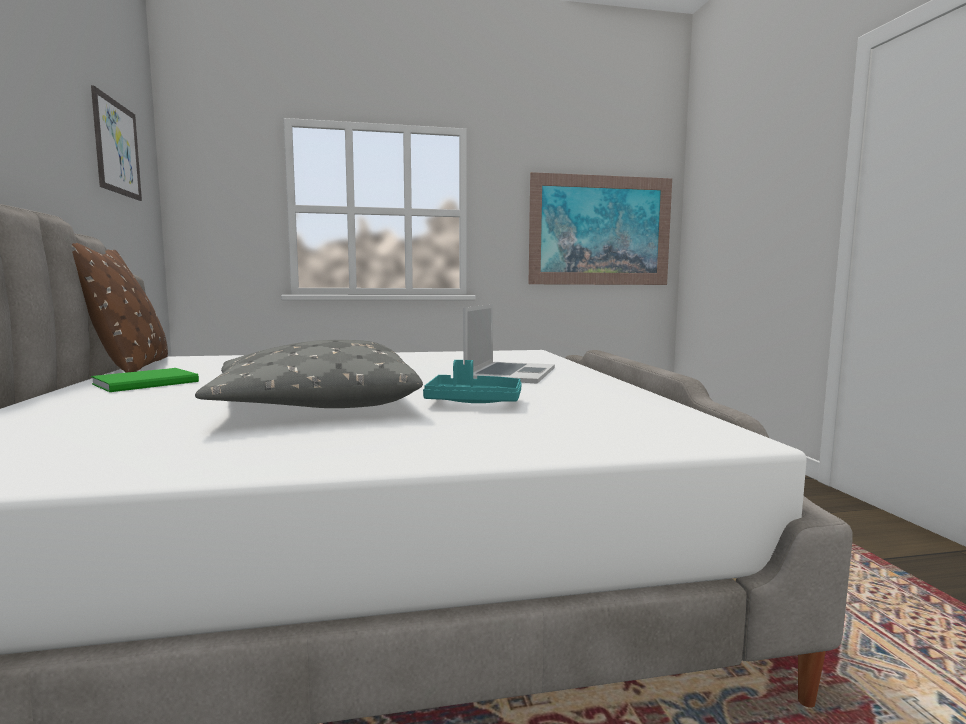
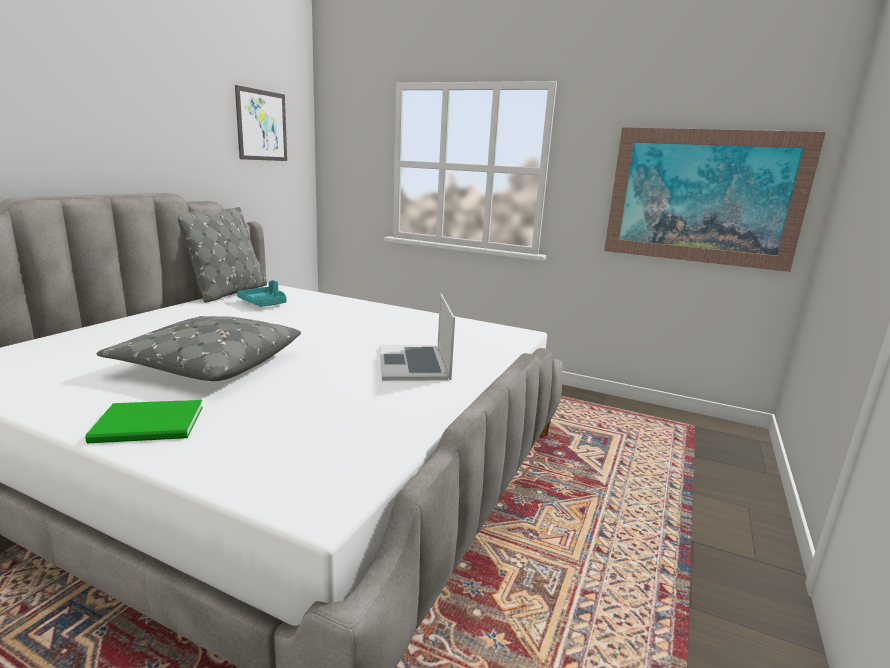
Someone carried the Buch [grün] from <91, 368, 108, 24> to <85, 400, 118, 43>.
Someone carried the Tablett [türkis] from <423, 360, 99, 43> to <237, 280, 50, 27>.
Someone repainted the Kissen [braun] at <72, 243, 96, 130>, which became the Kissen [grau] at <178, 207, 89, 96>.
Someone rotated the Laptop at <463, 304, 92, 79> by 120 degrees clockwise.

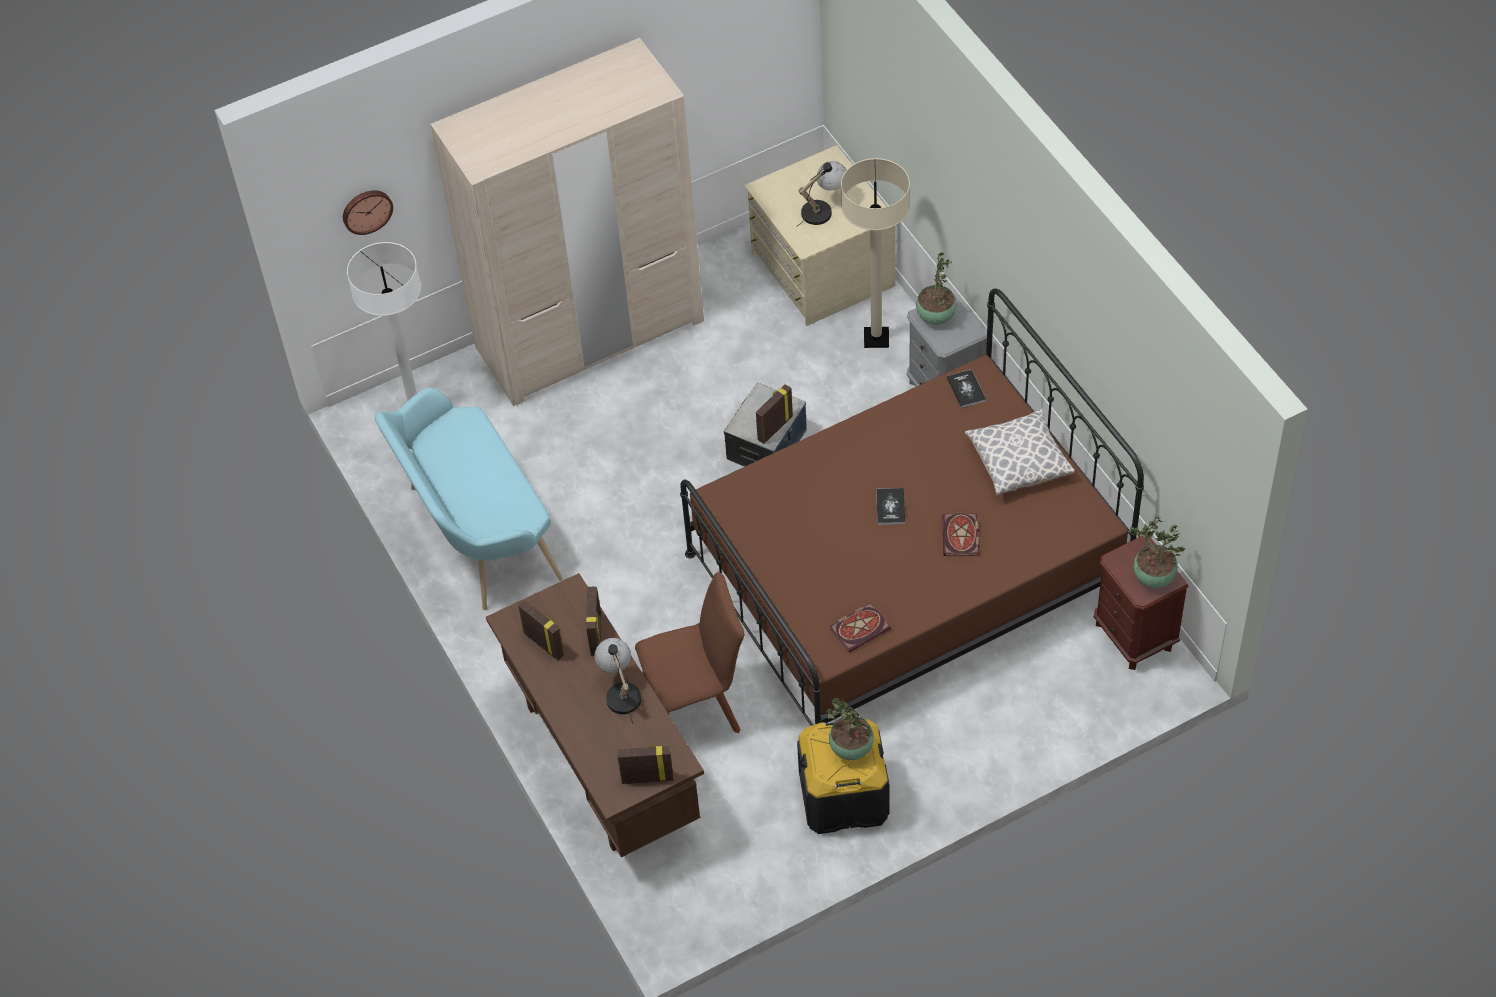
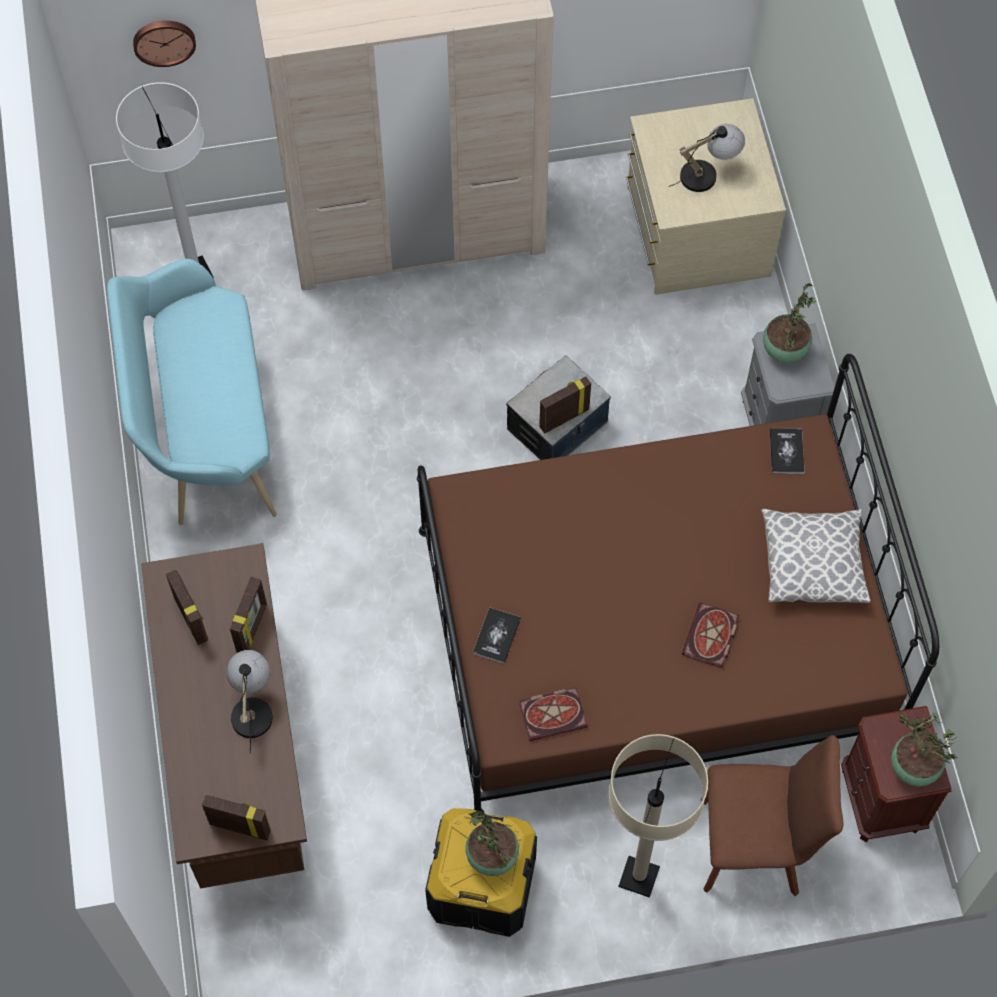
Someone carried the Stuhl [braun] from <635, 572, 109, 162> to <701, 735, 142, 161>.
Someone carried the Stehlampe [beige] from <841, 158, 69, 190> to <609, 734, 99, 164>.
Someone carried the Buch from <876, 488, 29, 37> to <473, 607, 48, 57>.

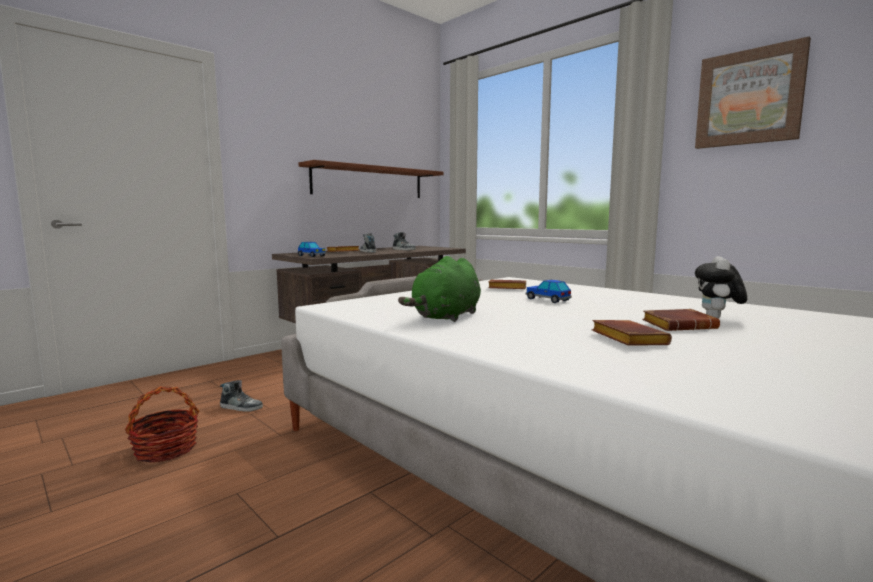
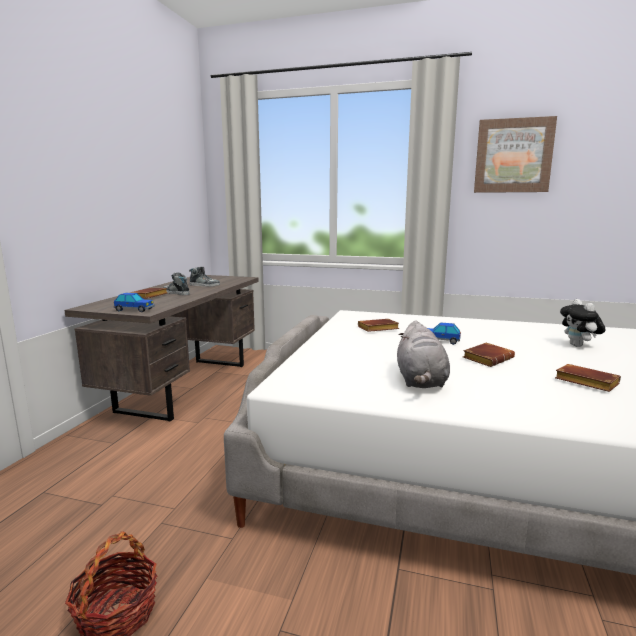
Someone took away the Schuh at <220, 380, 43, 31>.
Someone took away the Wandregal at <299, 160, 144, 38>.
Someone carried the Buch [braun] from <642, 309, 78, 22> to <463, 343, 52, 24>.
Someone repainted the Plüschtier [grün] at <398, 256, 83, 66>, which became the Plüschtier [grau] at <397, 320, 53, 68>.

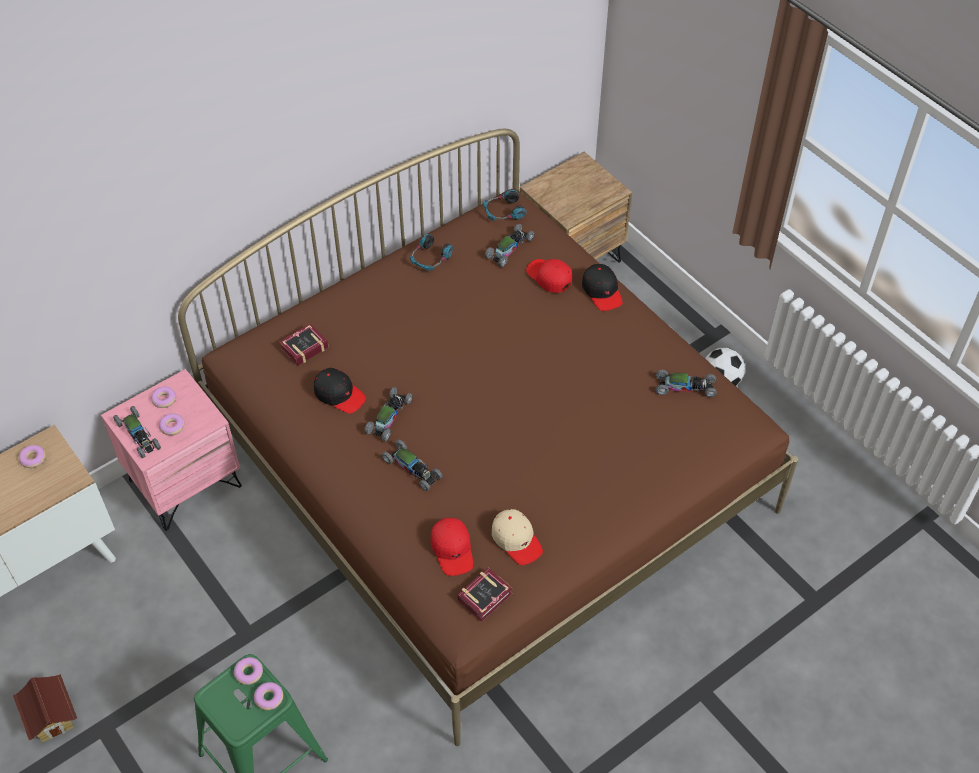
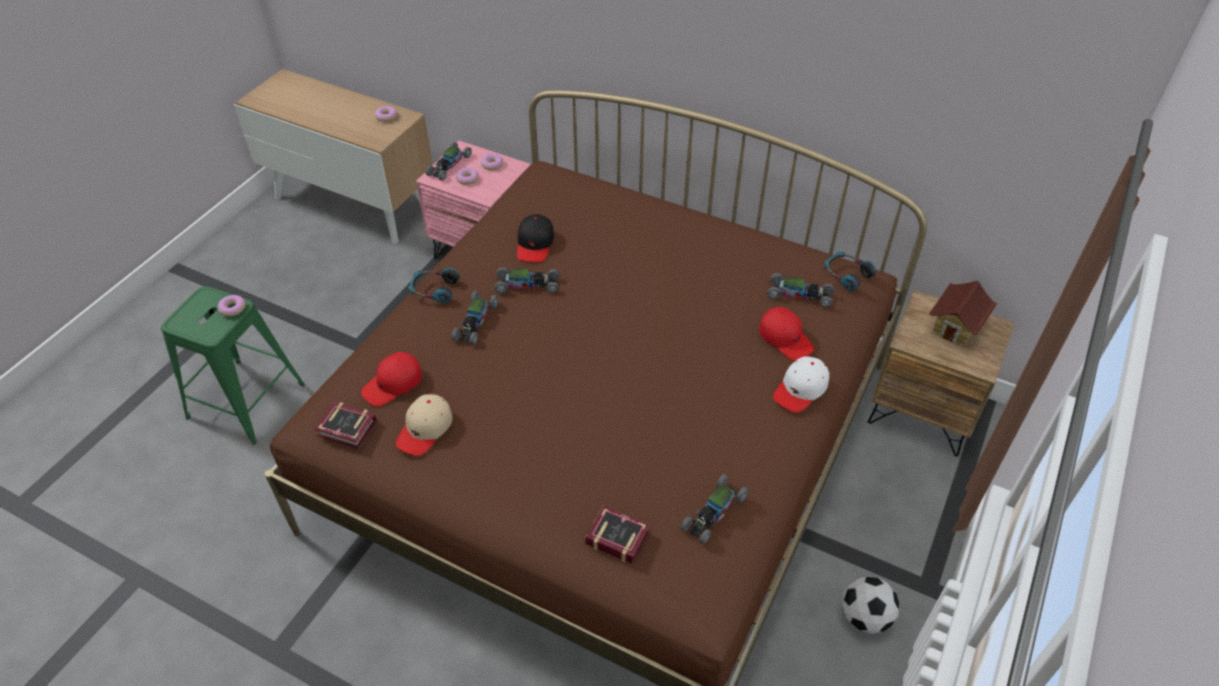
Someone took away the Donut at <254, 682, 29, 28>.
Someone carried the Spielzeughaus from <13, 674, 64, 68> to <929, 281, 68, 66>.
Someone carried the Buch from <279, 323, 49, 43> to <585, 506, 65, 58>.
Someone carried the Kopfhörer from <410, 234, 43, 37> to <408, 268, 52, 35>.
Someone repainted the Kappe [schwarz] at <582, 264, 41, 47>, which became the Kappe [weiß] at <773, 356, 56, 57>.
Someone rotated the Kappe [rot] at <526, 259, 46, 34> by 120 degrees clockwise.
Someone rotated the Spielzeugauto at <656, 370, 61, 27> by 60 degrees clockwise.

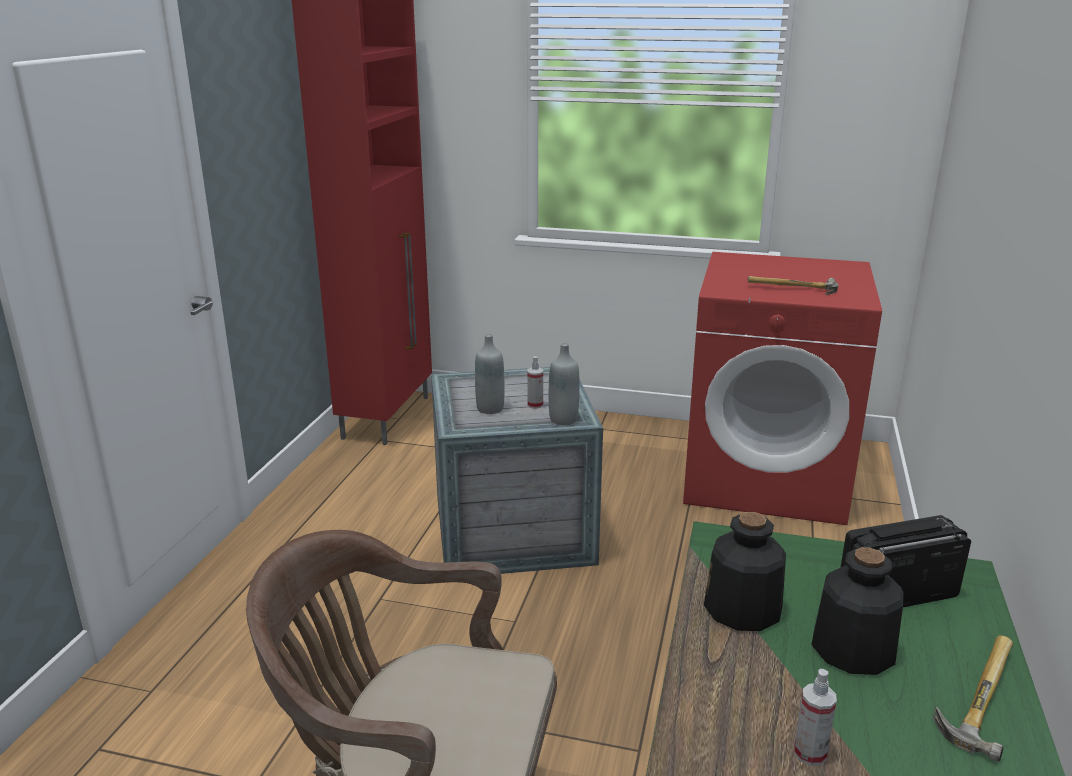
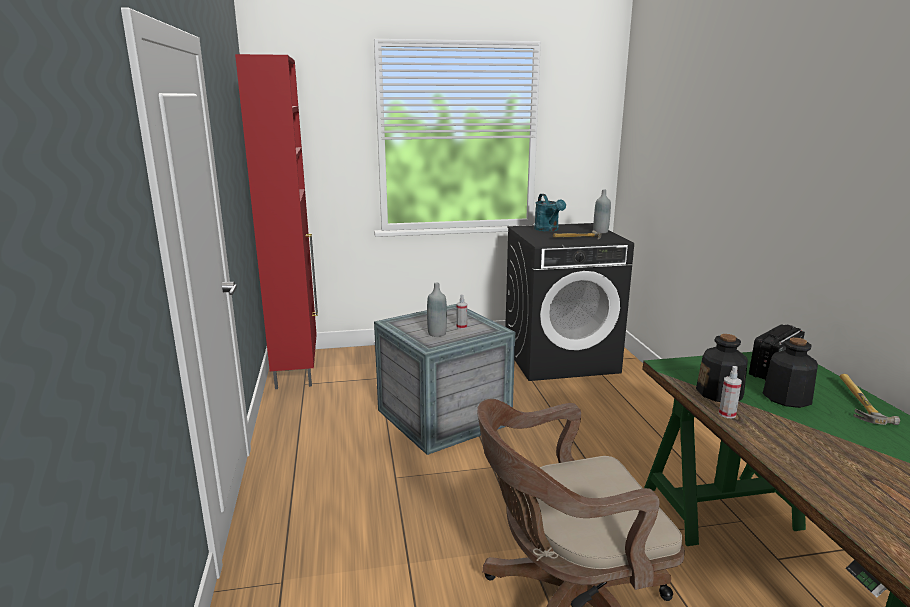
Someone put down the Gießkanne [türkis] at <534, 194, 32, 38>.
Someone carried the Flasche [grau] from <549, 343, 31, 82> to <593, 189, 18, 44>.
Someone carried the Sprühflasche from <794, 669, 43, 97> to <719, 366, 23, 52>.
Someone repainted the Waschmaschine [rot] at <683, 252, 199, 273>, which became the Waschmaschine [schwarz] at <505, 223, 129, 158>.

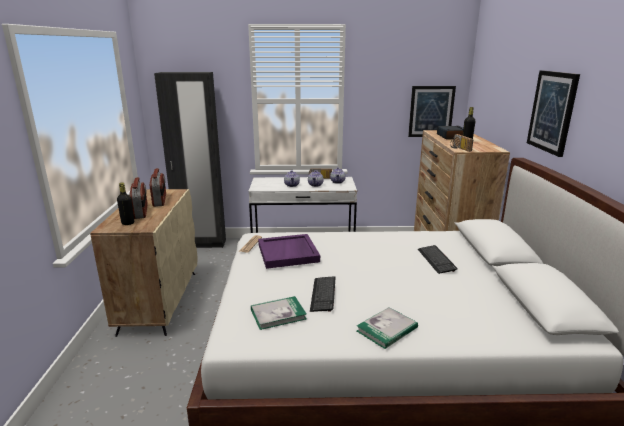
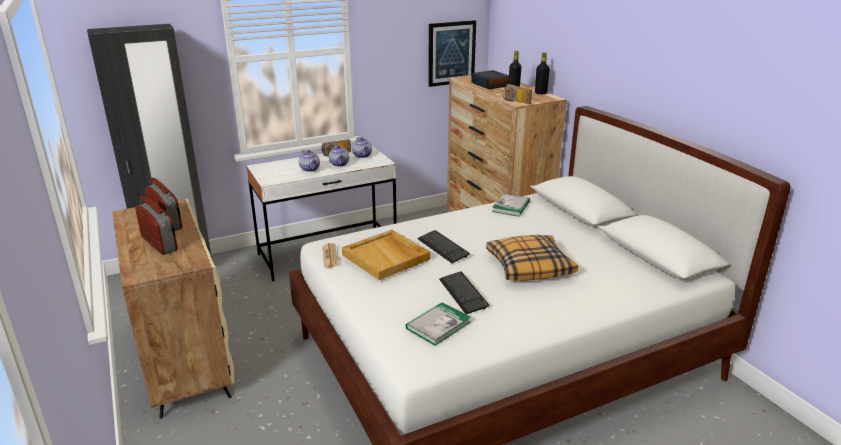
Someone took away the Bild at <527, 70, 53, 87>.
Someone put down the Kissen at <486, 235, 92, 46>.
Someone carried the Flasche [schwarz] from <117, 183, 17, 42> to <535, 52, 15, 42>.
Someone carried the Buch from <357, 307, 61, 42> to <492, 193, 38, 23>.
Someone carried the Tastatur from <418, 245, 40, 29> to <417, 230, 53, 33>.
Someone repainted the Tablett [lila] at <258, 234, 62, 35>, which became the Tablett [beige] at <342, 230, 88, 50>.

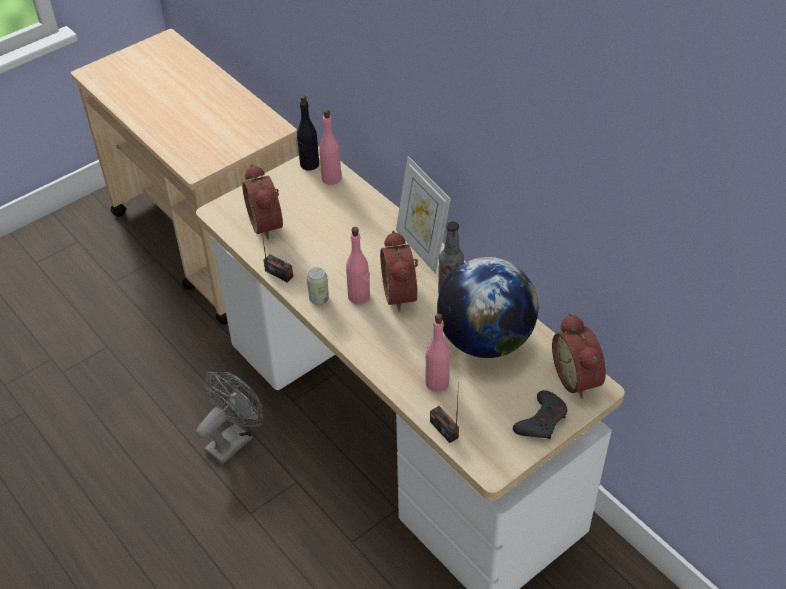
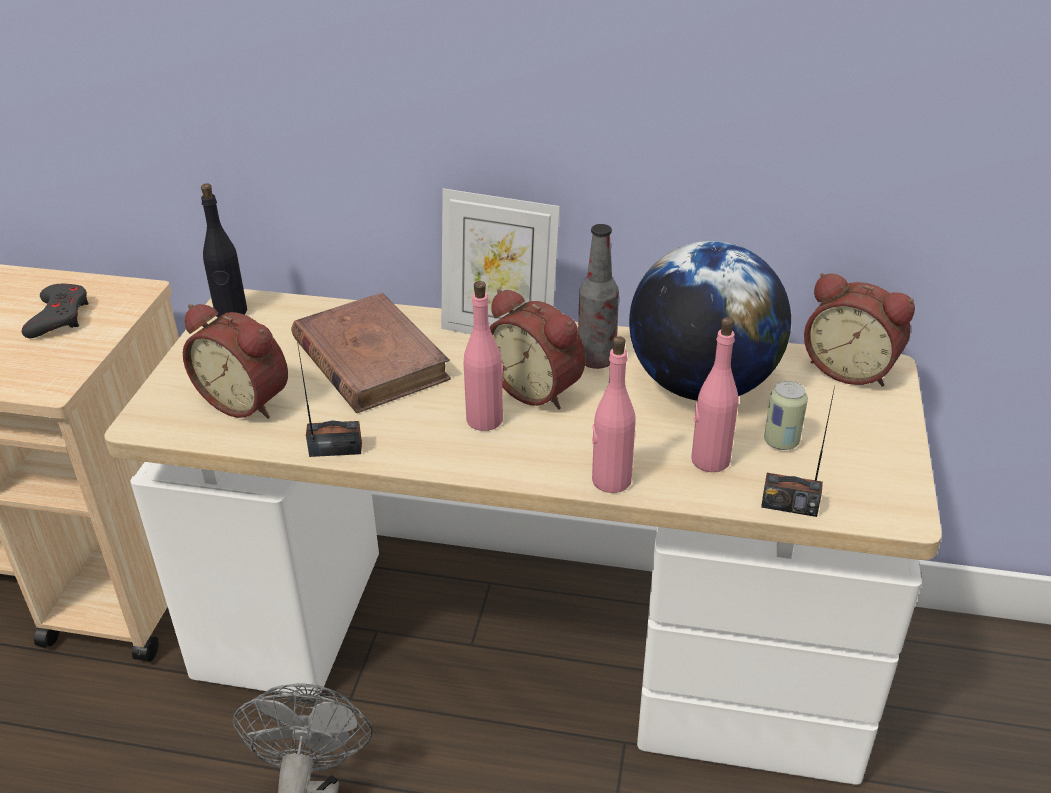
Someone put down the Buch [braun] at <292, 293, 159, 120>.
Someone carried the Dose from <307, 267, 22, 38> to <764, 381, 44, 69>.
Someone carried the Flasche [rosa] from <319, 110, 22, 75> to <592, 336, 44, 157>.
Someone carried the Gamepad [grau] from <513, 390, 55, 49> to <22, 284, 66, 54>.

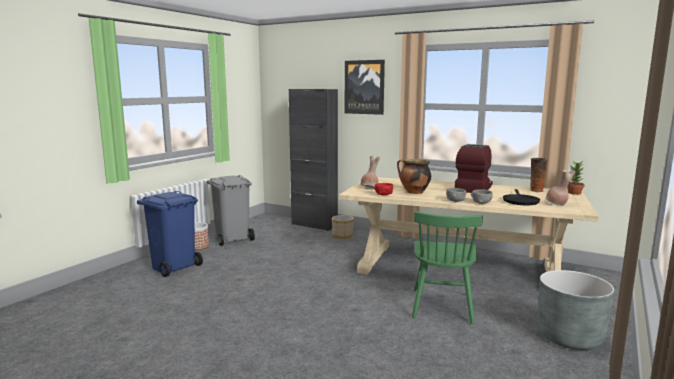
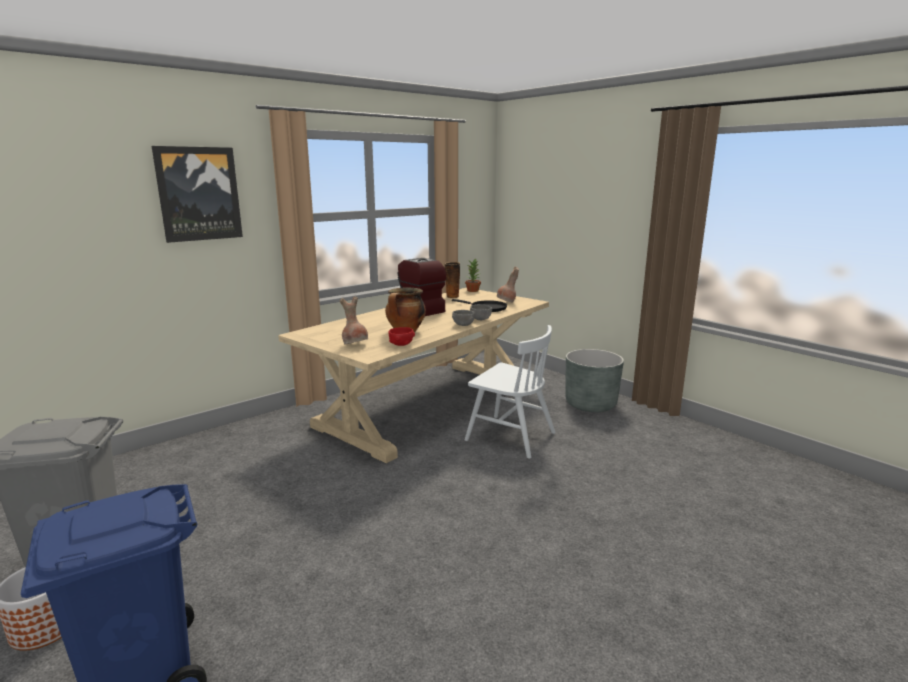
Someone took away the Schrank [schwarz] at <289, 89, 49, 142>.
Someone took away the Pflanzkübel at <332, 215, 22, 24>.
Someone repainted the Stuhl [grün] at <412, 211, 71, 113>, which became the Stuhl [weiß] at <465, 325, 91, 134>.

